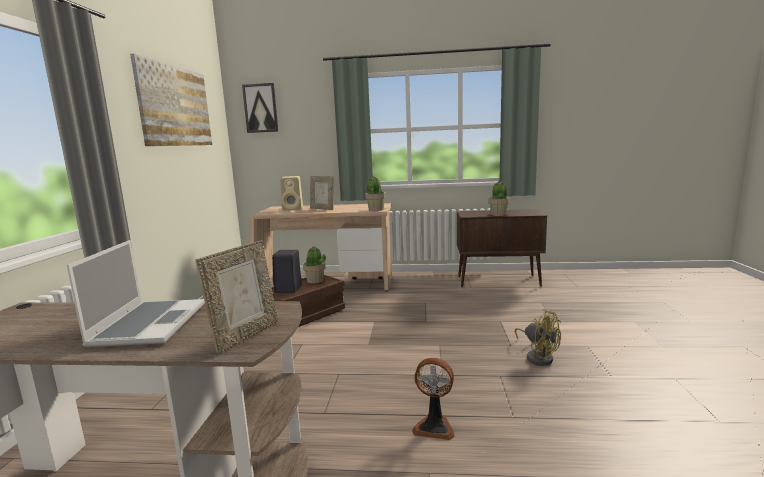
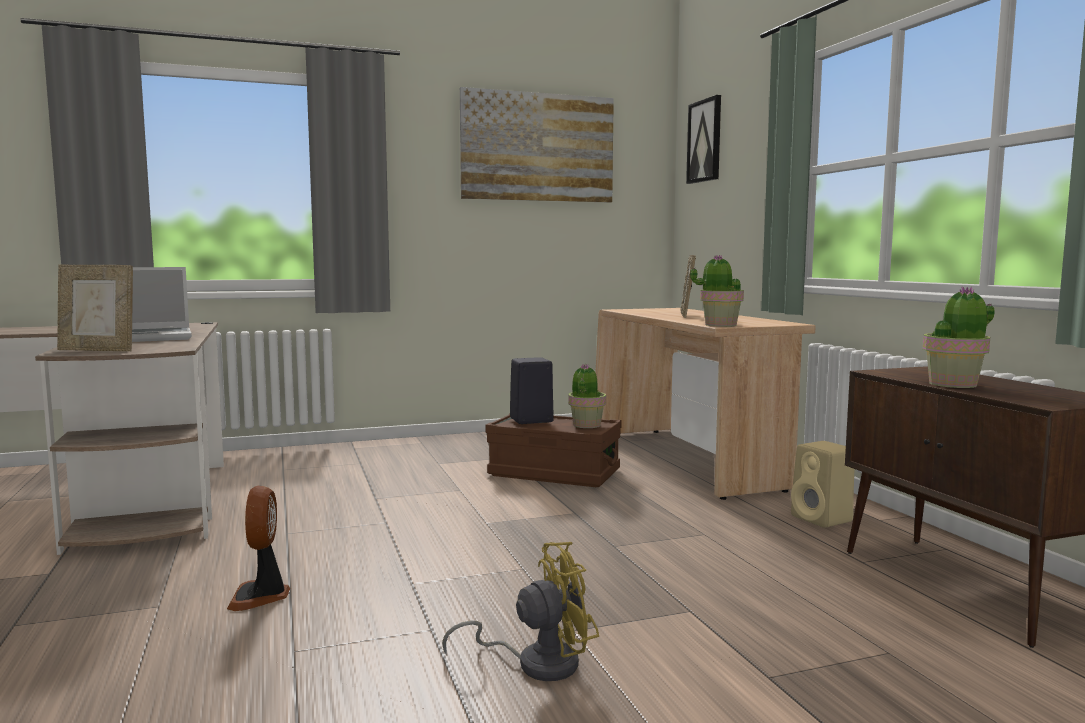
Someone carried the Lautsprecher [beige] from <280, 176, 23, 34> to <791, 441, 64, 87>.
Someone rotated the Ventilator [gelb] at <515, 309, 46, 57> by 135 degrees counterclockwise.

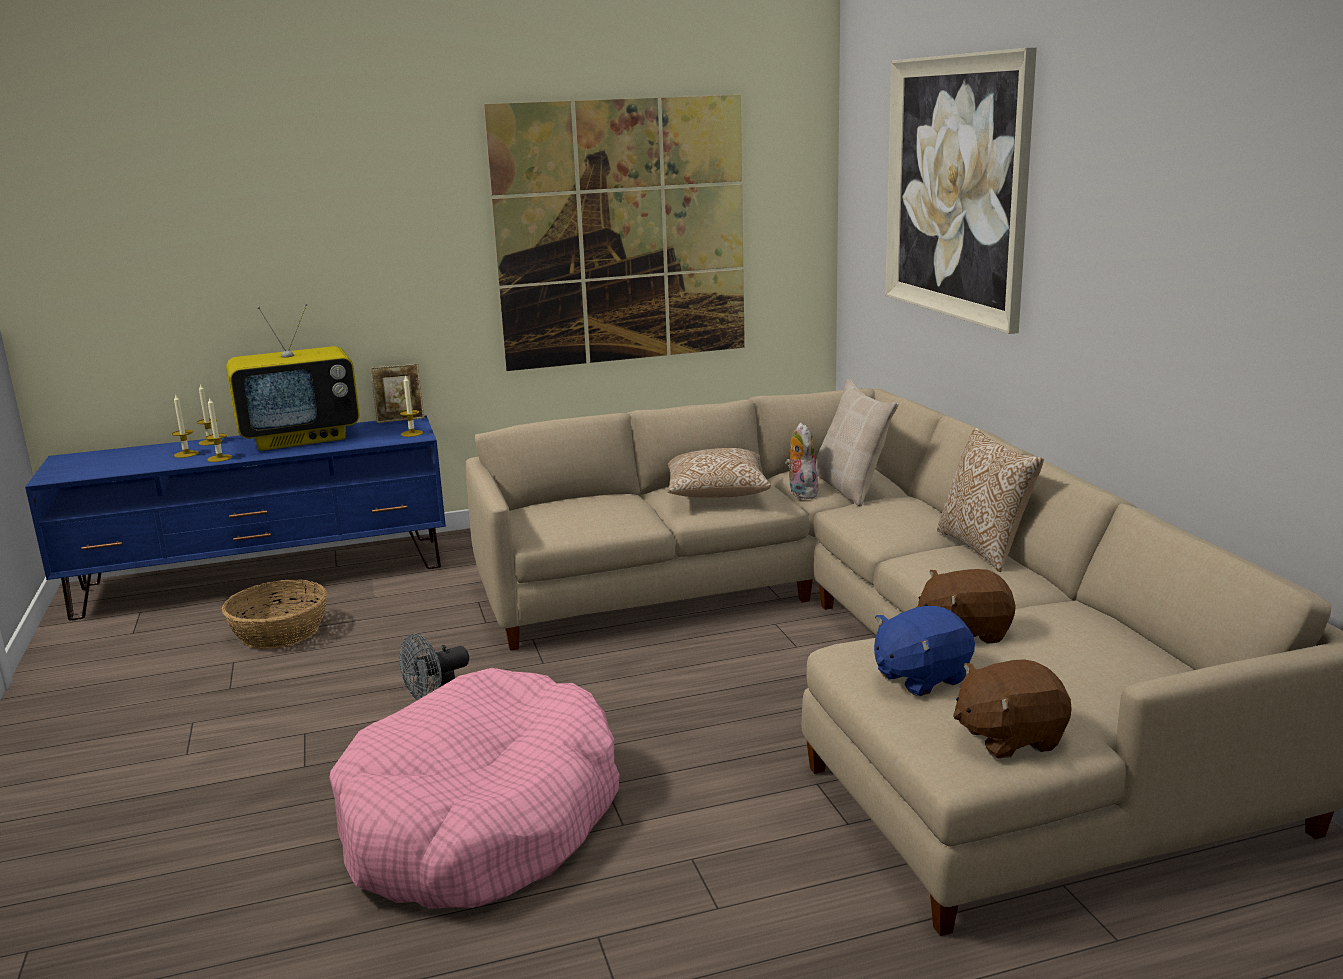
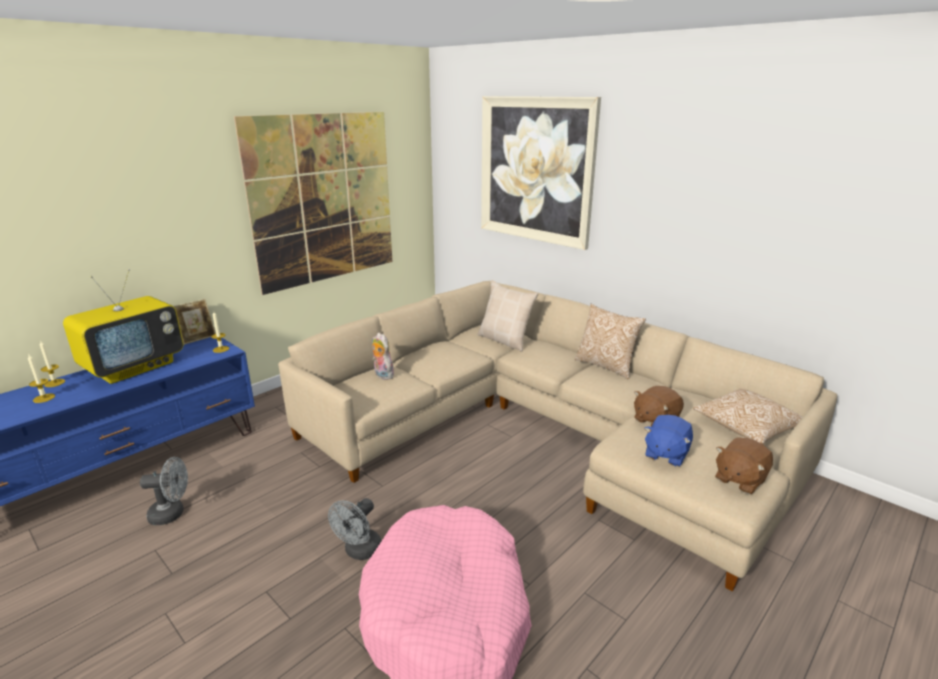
Someone took away the Kerze at <206, 397, 26, 65>.
Someone carried the Kissen from <667, 448, 104, 50> to <693, 389, 110, 55>.
Someone carried the Plüschtier from <785, 422, 33, 77> to <372, 333, 22, 47>.
Someone swapped the Korb at <222, 580, 105, 69> for the Ventilator [grau] at <140, 457, 48, 68>.

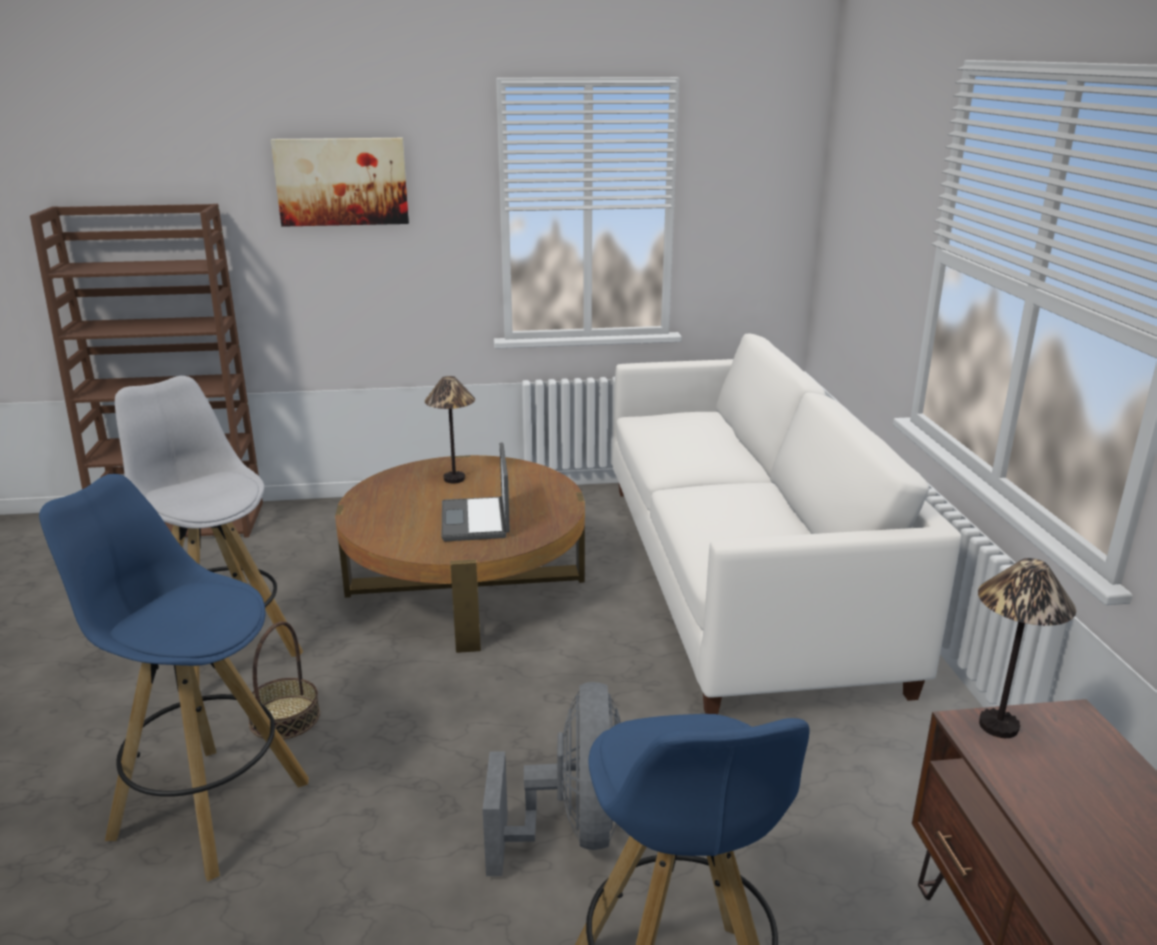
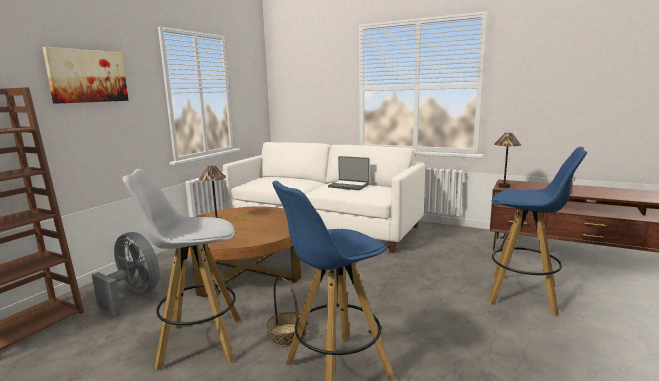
Someone carried the Laptop from <442, 442, 68, 100> to <328, 156, 41, 34>.
Someone carried the Ventilator [grau] from <483, 682, 138, 194> to <92, 232, 68, 84>.

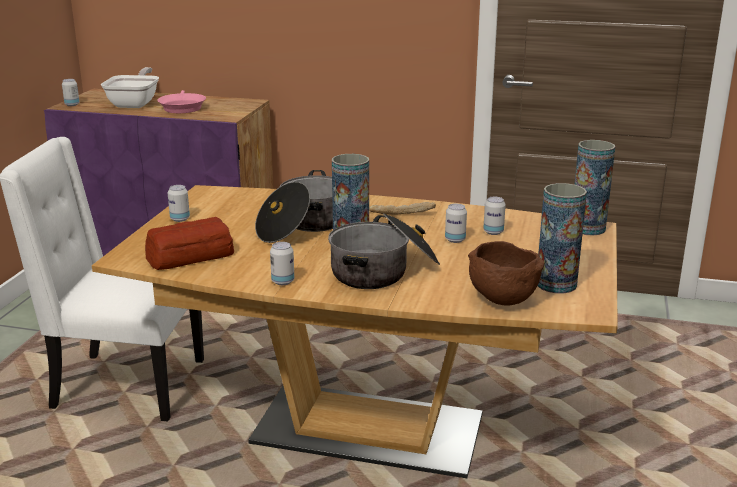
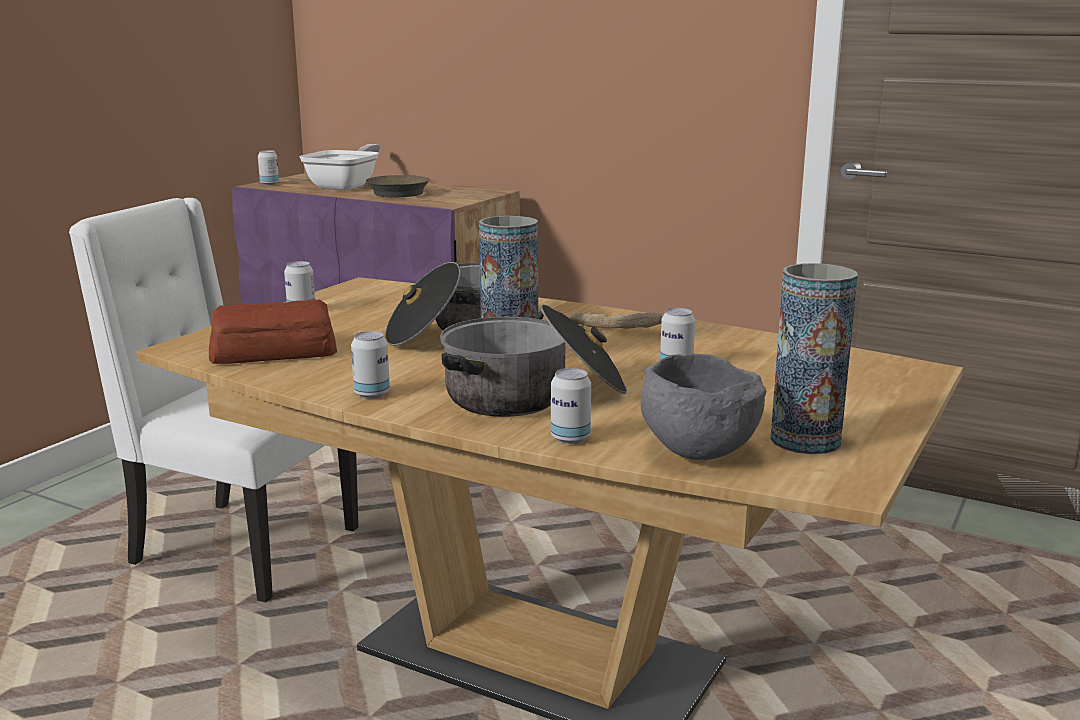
Someone took away the Vase at <574, 140, 41, 96>.
Someone carried the Dose from <483, 197, 23, 38> to <551, 368, 40, 76>.
Someone repainted the Pfanne [rosa] at <157, 90, 49, 23>, which became the Pfanne [braun] at <366, 175, 64, 22>.
Someone repainted the Schüssel [braun] at <468, 241, 77, 64>, which became the Schüssel [grau] at <641, 354, 125, 106>.

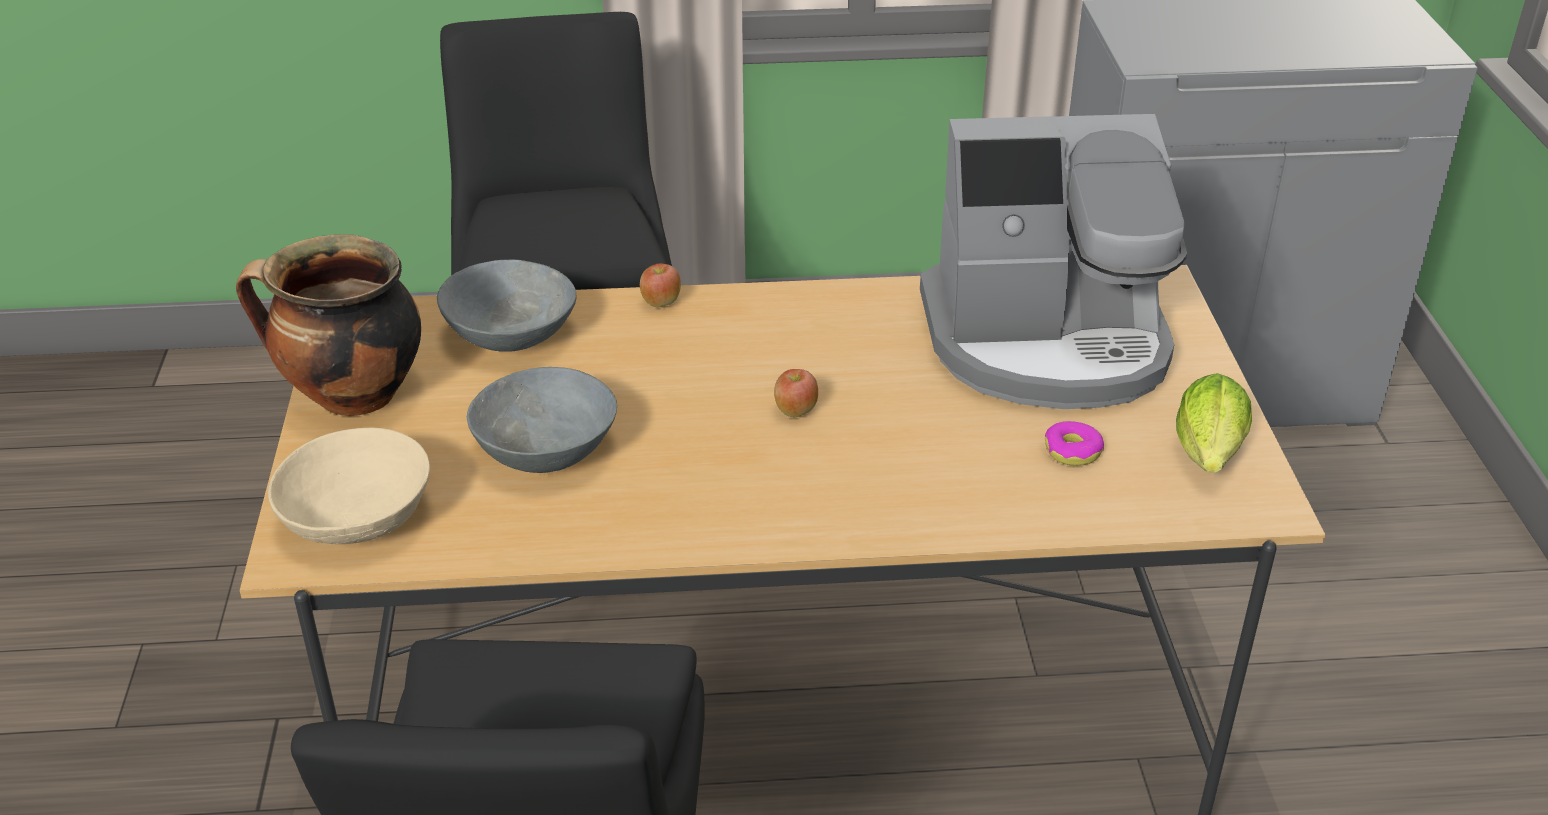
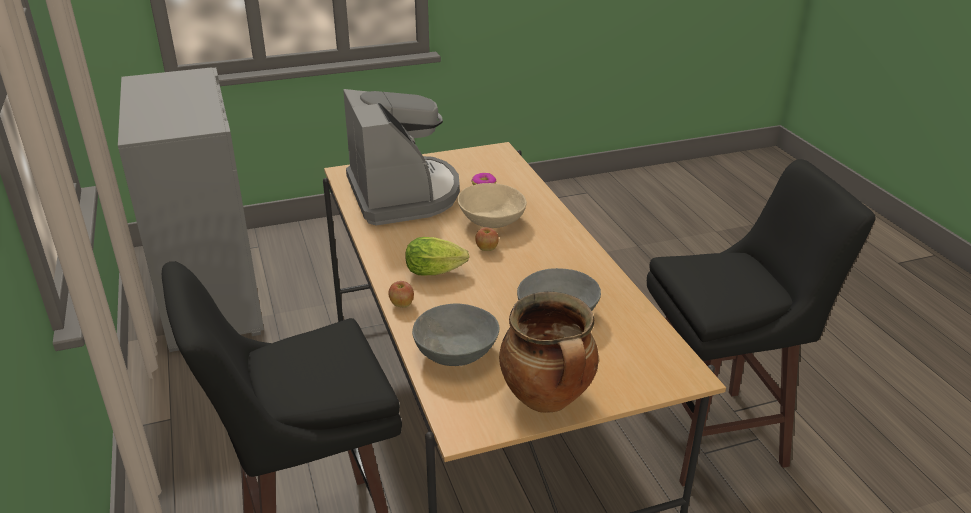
Someone carried the Schüssel [beige] from <268, 428, 162, 116> to <457, 183, 70, 45>.
Someone carried the Salatkopf from <1176, 373, 76, 100> to <405, 237, 64, 39>.

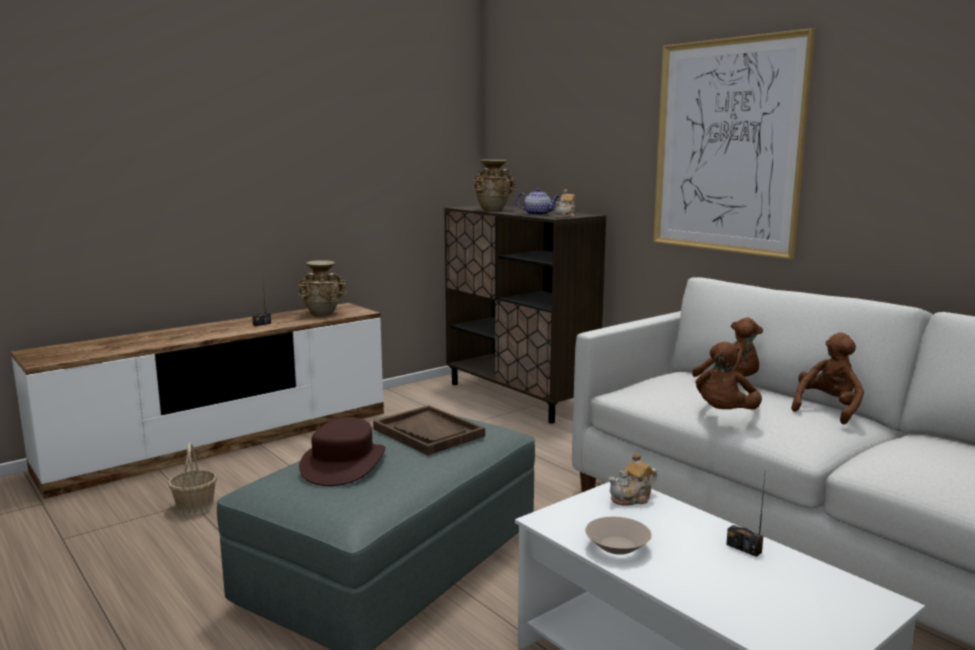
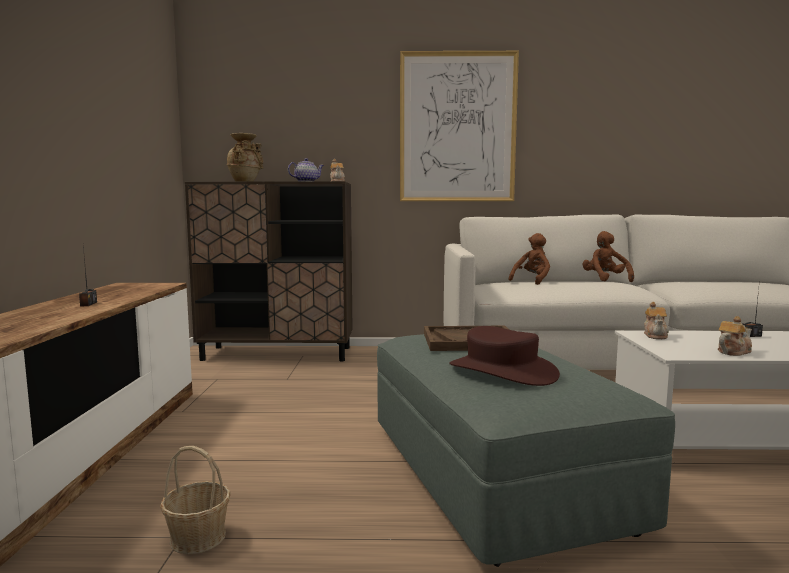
Someone took away the Vase [beige] at <298, 260, 49, 56>.
Someone took away the Plüschtier [braun] at <695, 342, 67, 68>.
Someone swapped the Schüssel [beige] at <585, 517, 67, 38> for the Teekanne at <718, 316, 34, 40>.

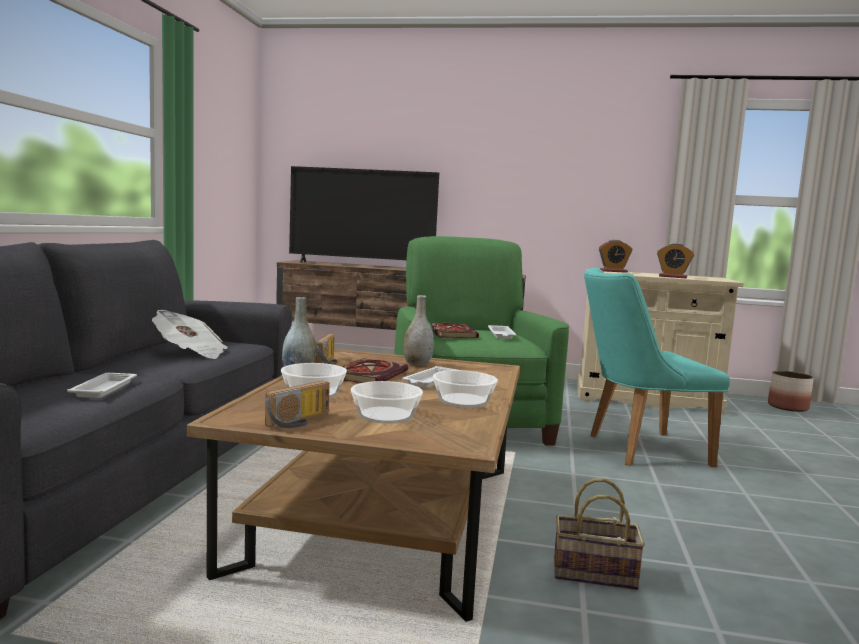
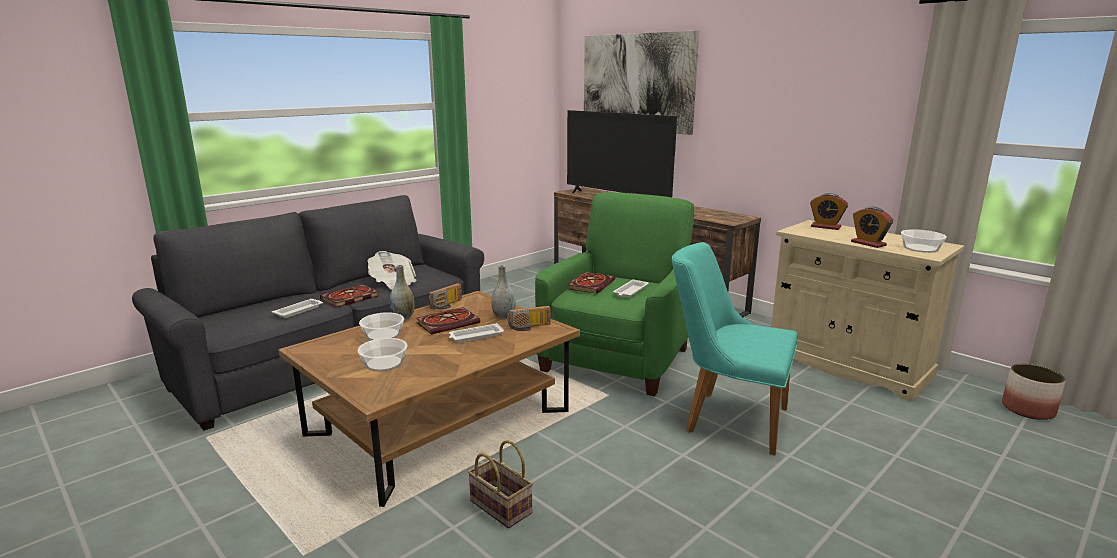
Someone put down the Buch at <320, 284, 59, 24>.
Someone put up the Bild at <584, 30, 115, 105>.
Someone carried the Radio from <265, 381, 65, 47> to <507, 306, 44, 25>.
Someone carried the Schüssel from <433, 370, 65, 38> to <901, 229, 46, 24>.

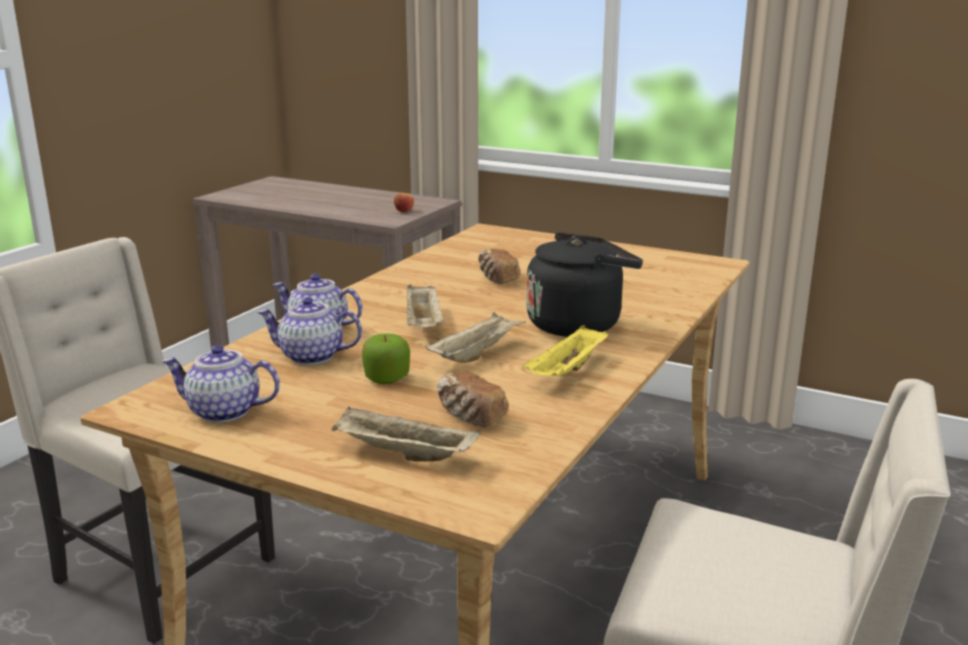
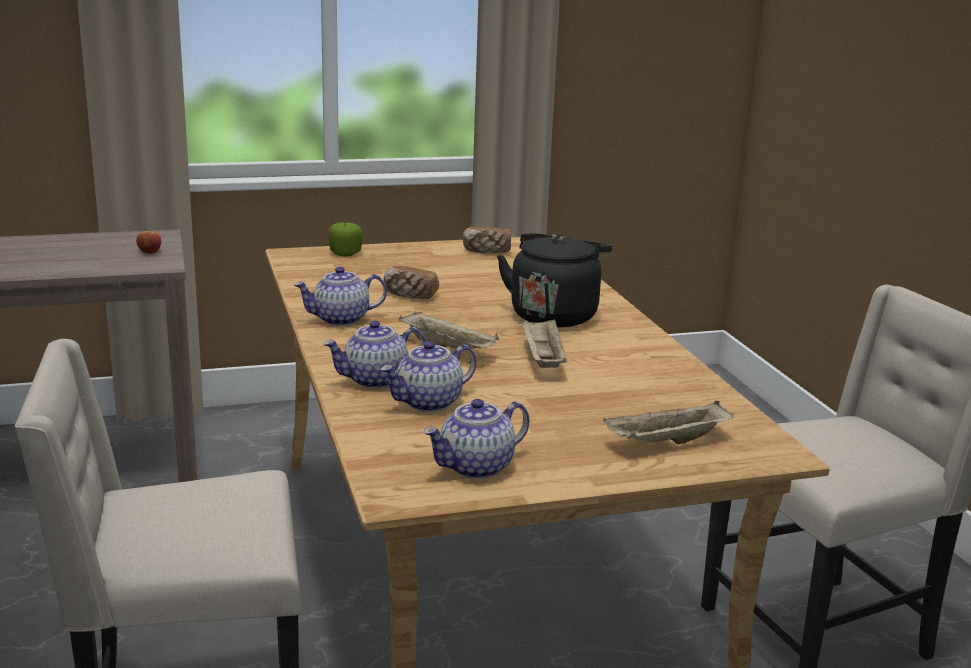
Someone took away the Tablett [gelb] at <522, 325, 86, 51>.
Someone put down the Teekanne at <294, 267, 93, 59>.
Someone carried the Apfel from <362, 334, 48, 50> to <328, 222, 35, 35>.
Someone carried the Brot from <437, 372, 72, 55> to <463, 227, 48, 26>.

